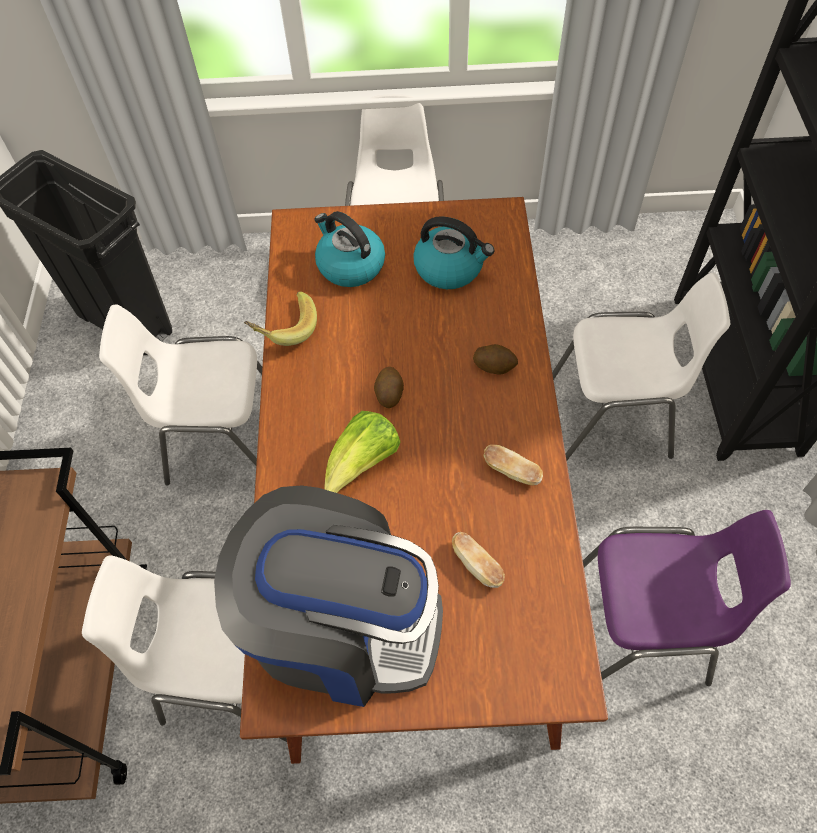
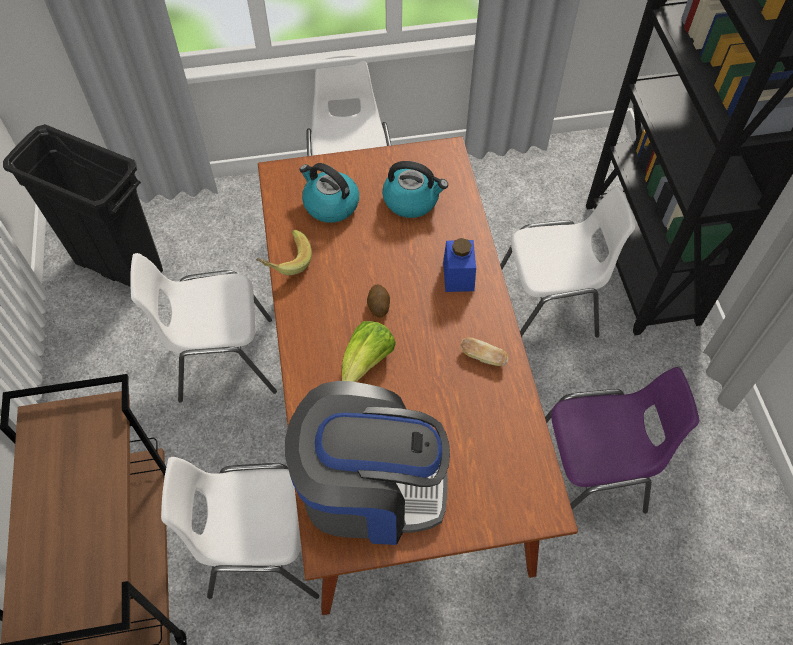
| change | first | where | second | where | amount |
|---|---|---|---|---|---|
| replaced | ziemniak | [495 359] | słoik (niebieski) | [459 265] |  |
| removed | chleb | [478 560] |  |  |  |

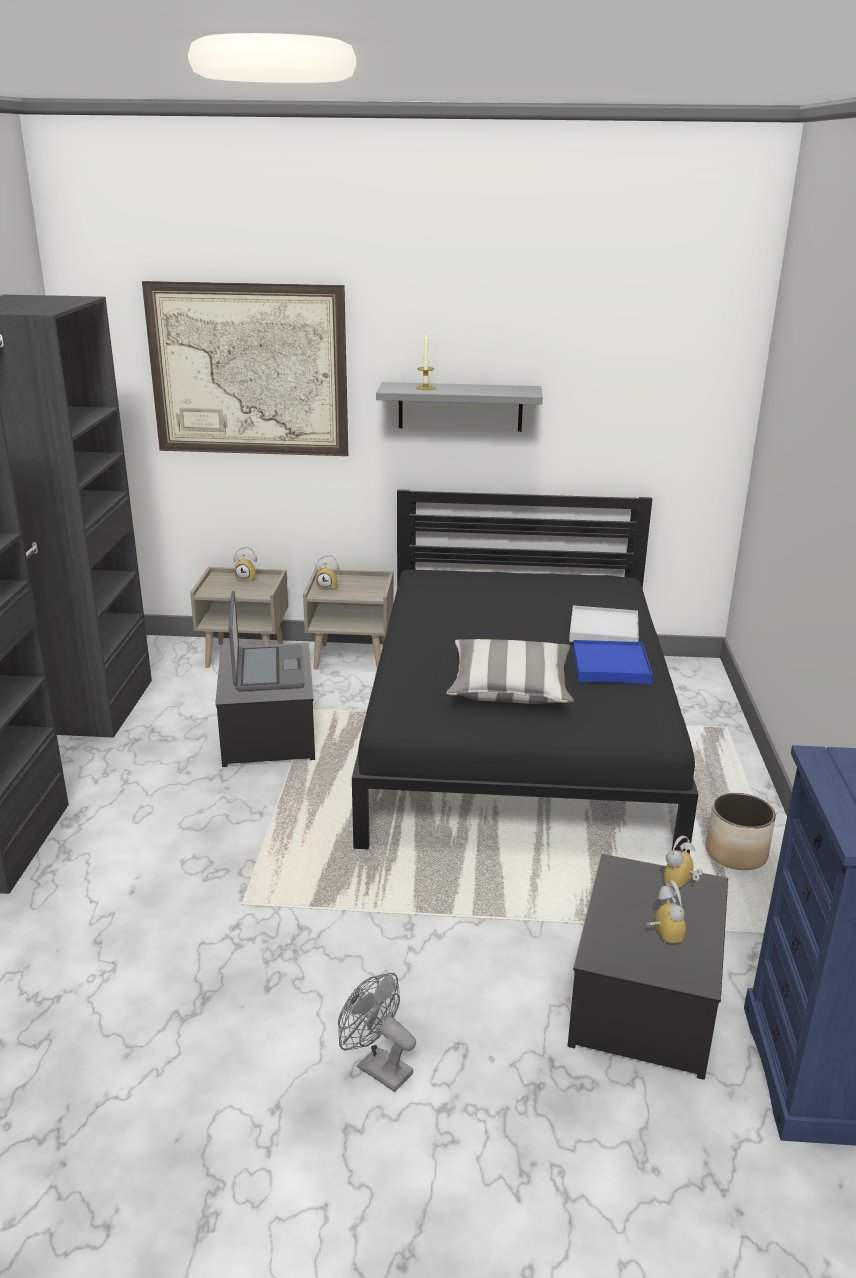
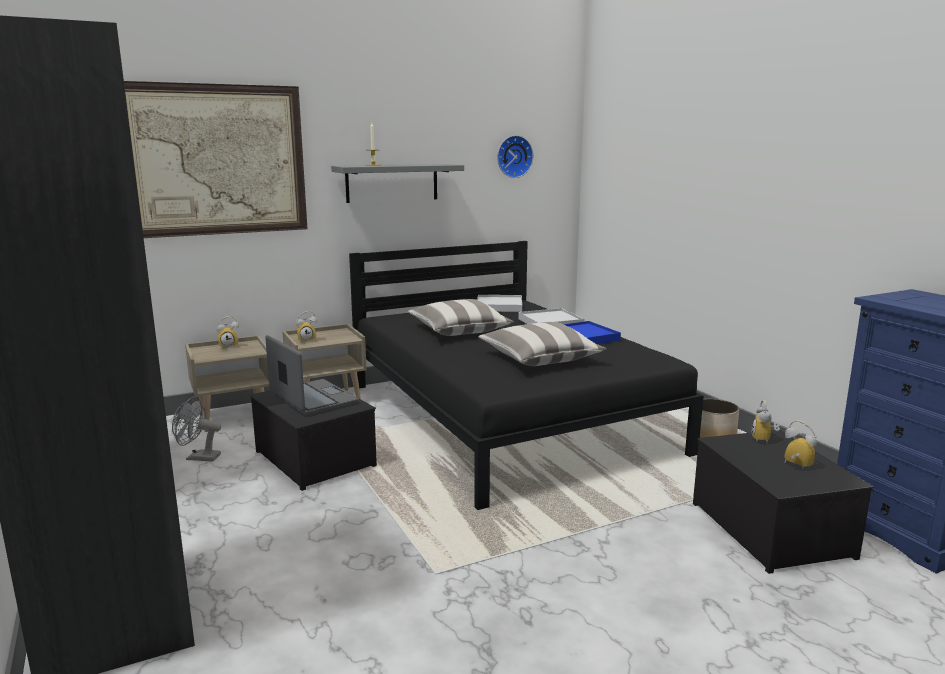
| change | first | where | second | where | amount |
|---|---|---|---|---|---|
| moved | wentylator (szary) | [377 1032] |  | [196 429] |  |
| added |  |  | zegar ścienny | [515 156] |  |
| added |  |  | taca (biały) | [499 303] |  |
| added |  |  | poduszka | [461 317] |  |

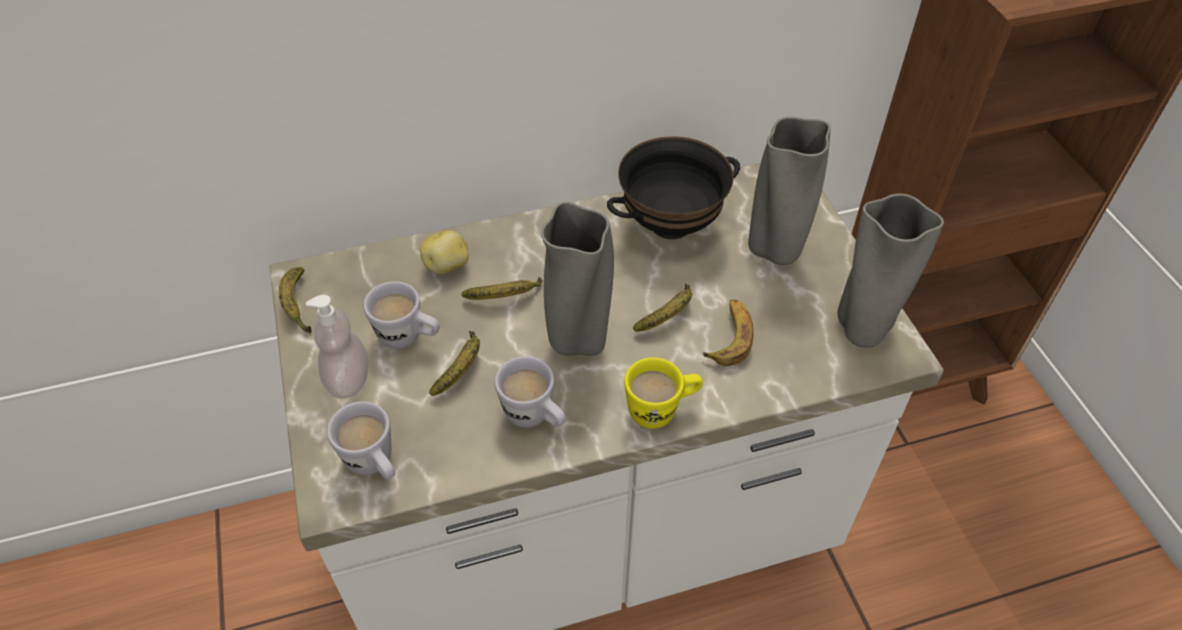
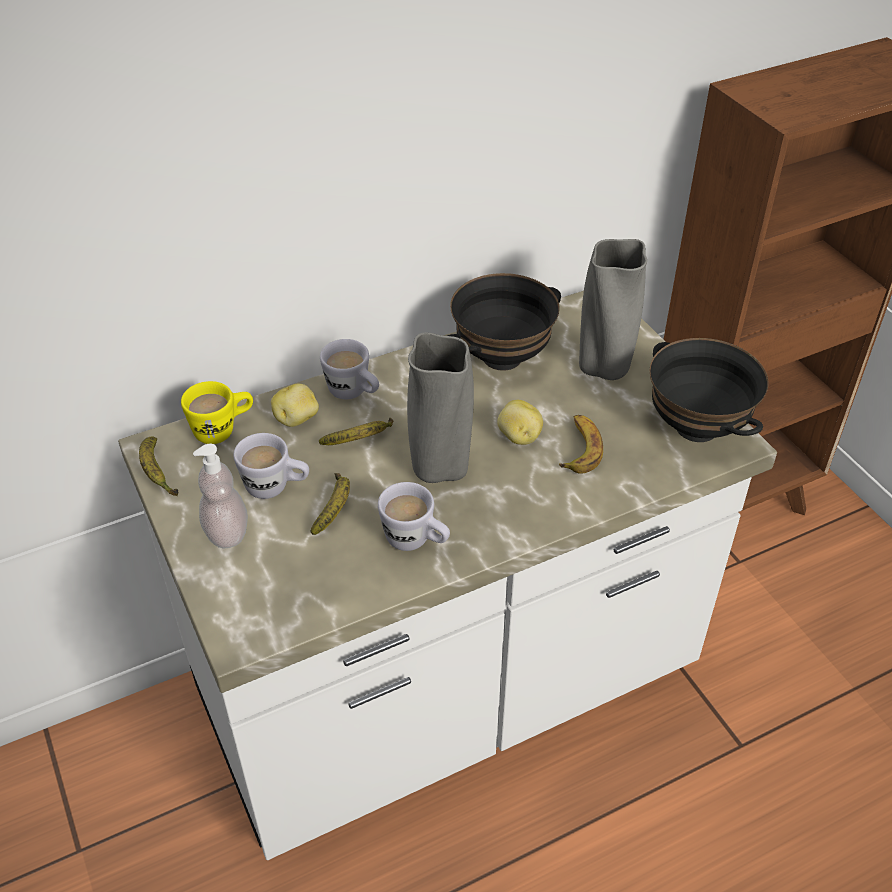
| change | first | where | second | where | amount |
|---|---|---|---|---|---|
| replaced | wazon (szary) | [890 270] | miska (czarny) | [709 390] |  |
| replaced | banan | [663 308] | ziemniak | [520 422] |  |
| moved | kubek (żółty) | [663 393] |  | [217 412] |  |
| moved | kubek (biały) | [361 440] |  | [349 369] |  |

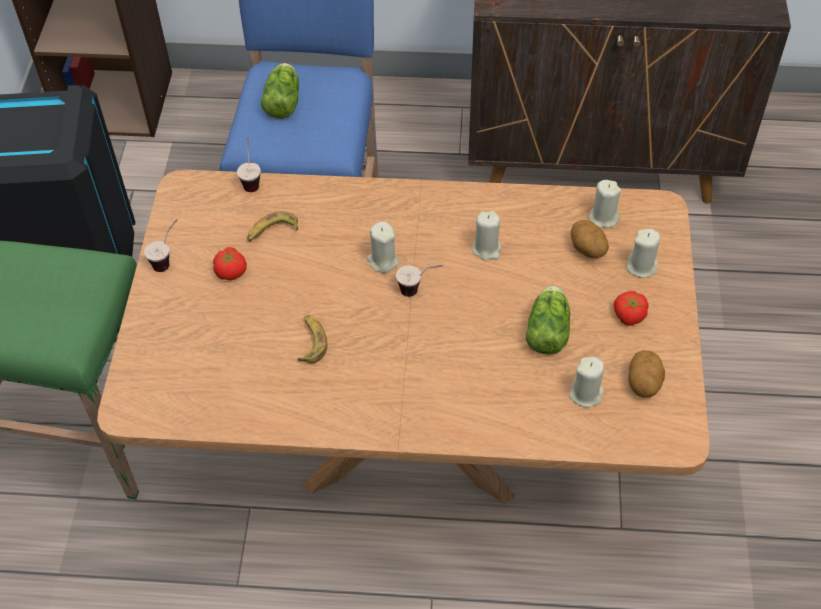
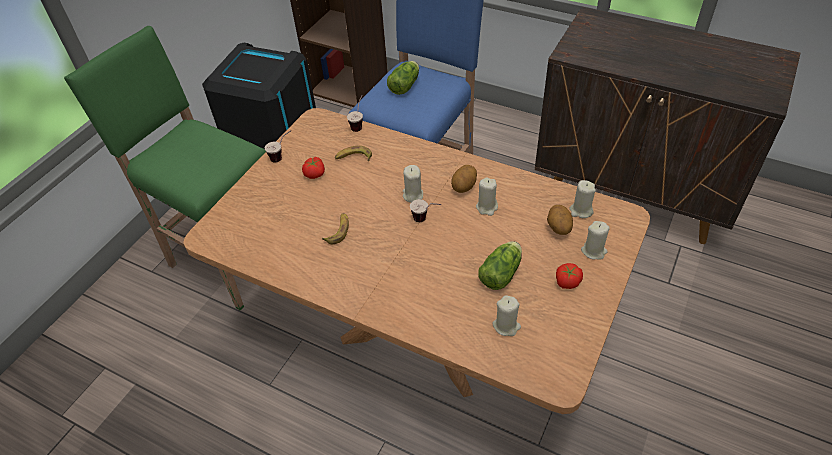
| change | first | where | second | where | amount |
|---|---|---|---|---|---|
| moved | ziemniak | [646 374] |  | [464 179] |  |

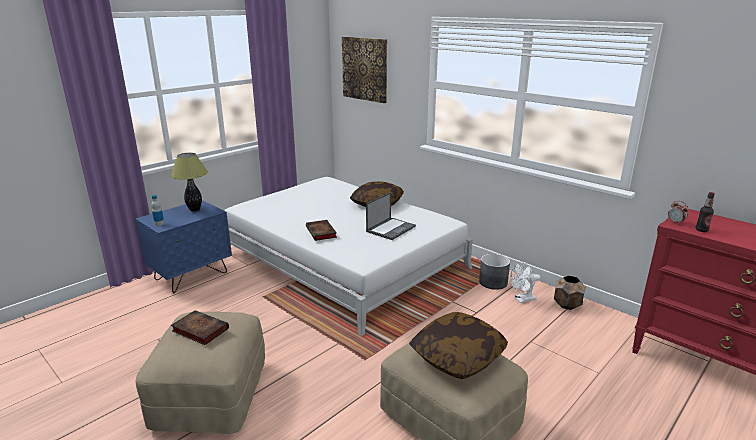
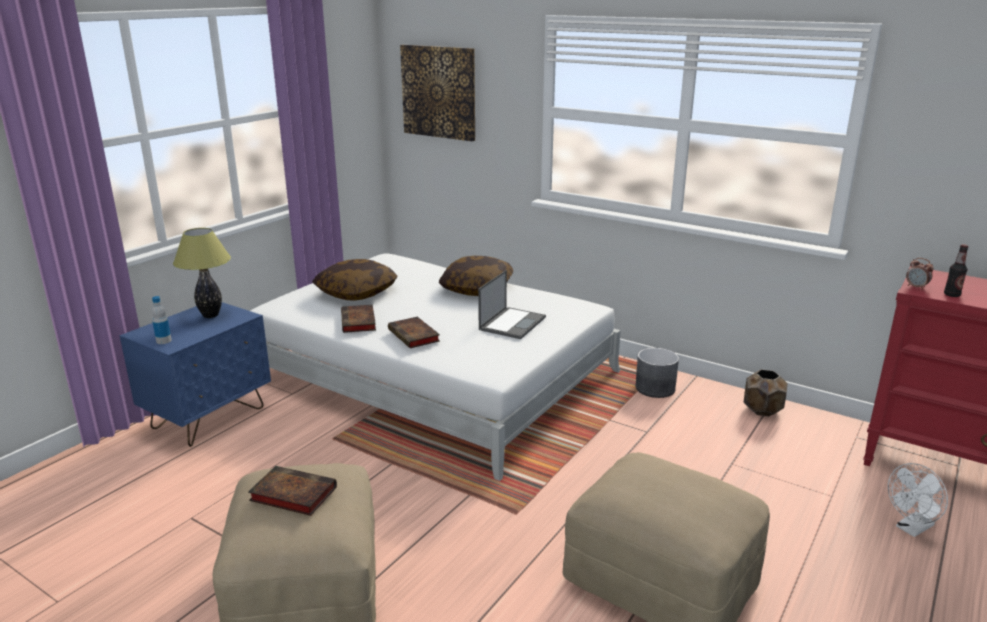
| change | first | where | second | where | amount |
|---|---|---|---|---|---|
| moved | wentylator (biały) | [525 282] |  | [918 500] |  |
| moved | poduszka | [458 345] |  | [355 280] |  |
| added |  |  | książka | [358 319] |  |

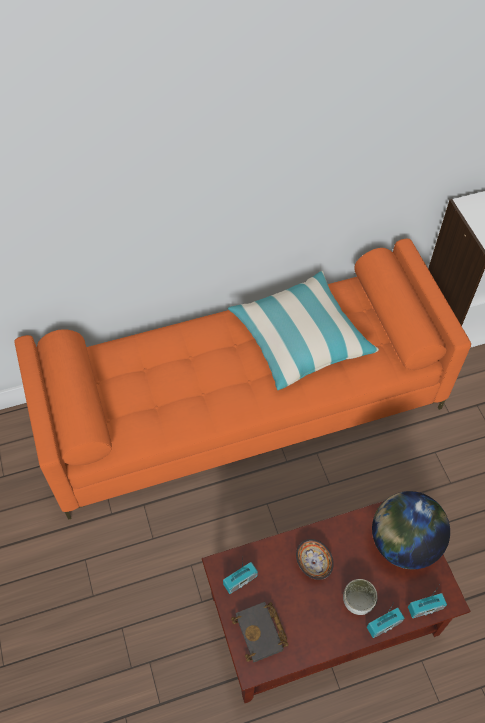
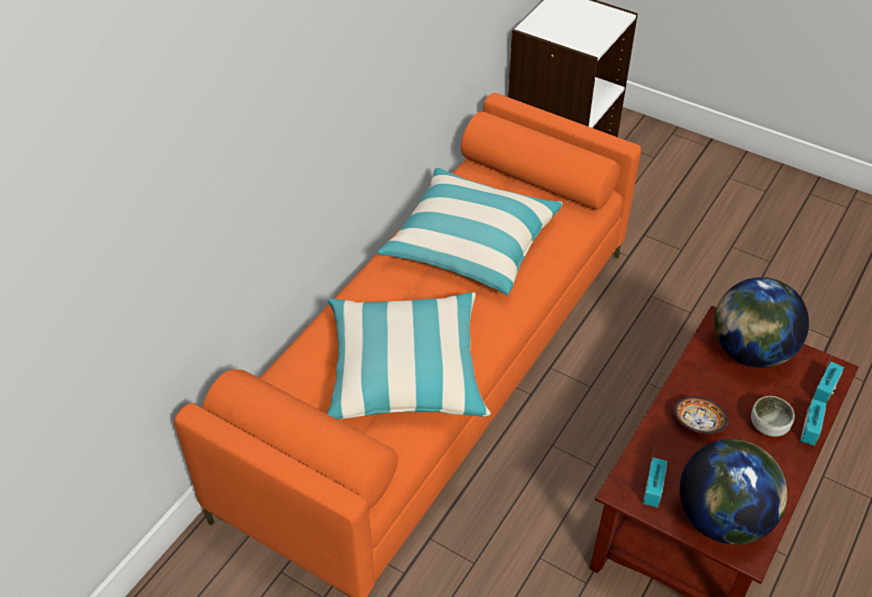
| change | first | where | second | where | amount |
|---|---|---|---|---|---|
| replaced | książka (czarny) | [260 632] | globus | [733 492] |  |
| added |  |  | poduszka | [409 355] |  |

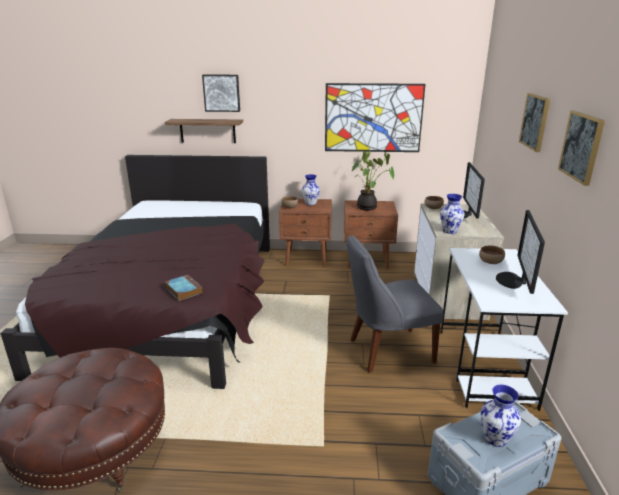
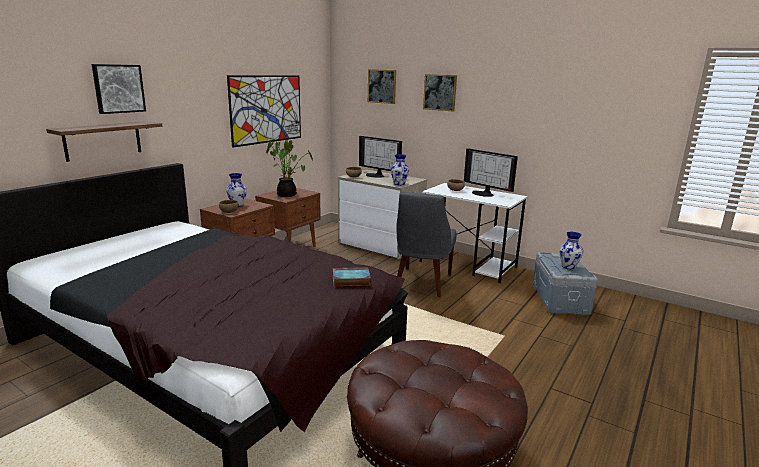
| change | first | where | second | where | amount |
|---|---|---|---|---|---|
| moved | obraz | [581 148] |  | [382 86] |  |

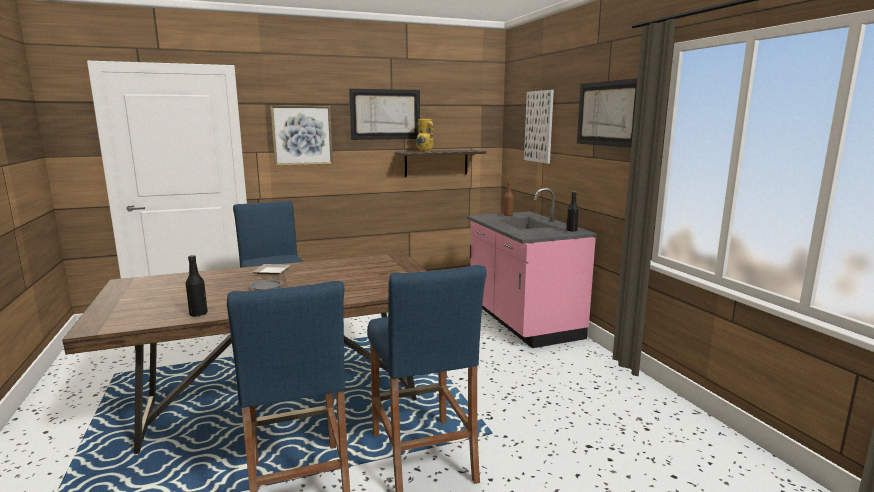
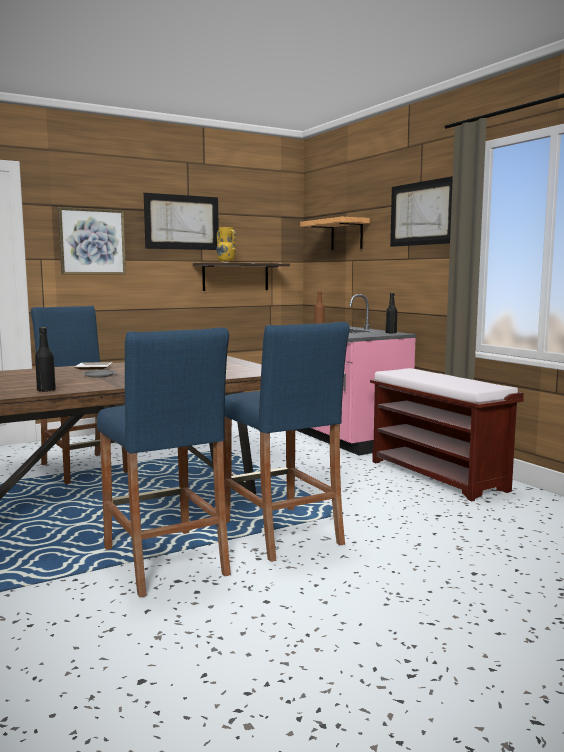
| change | first | where | second | where | amount |
|---|---|---|---|---|---|
| replaced | obraz | [539 127] | półka | [335 233] |  |
| added |  |  | ławka (brązowy) | [447 434] |  |

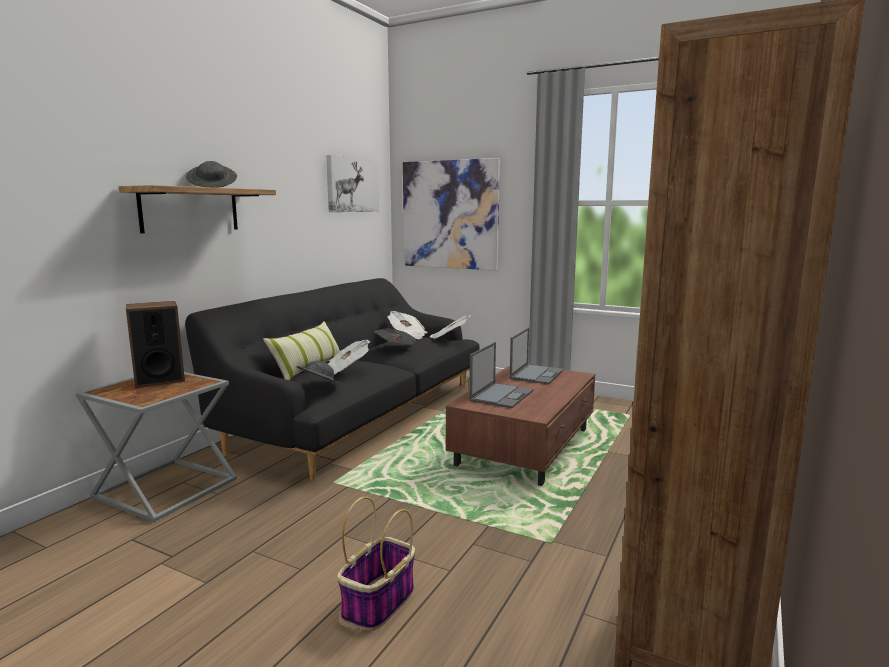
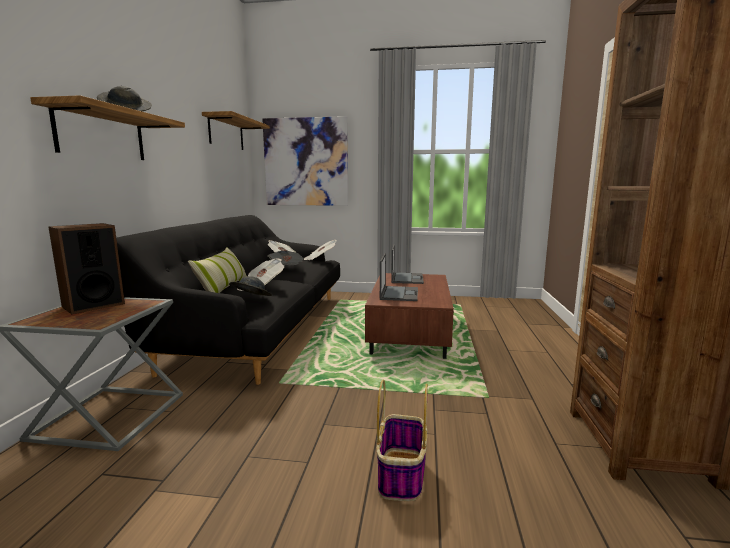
| change | first | where | second | where | amount |
|---|---|---|---|---|---|
| replaced | obraz | [352 183] | półka | [236 130] |  |

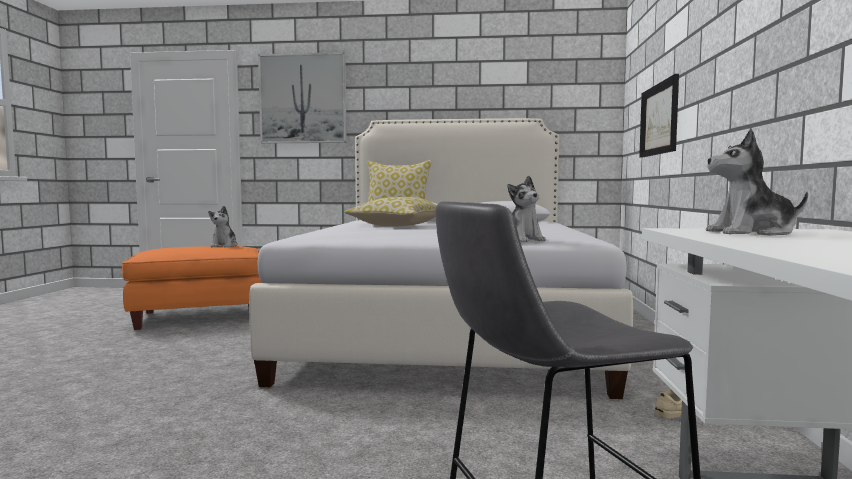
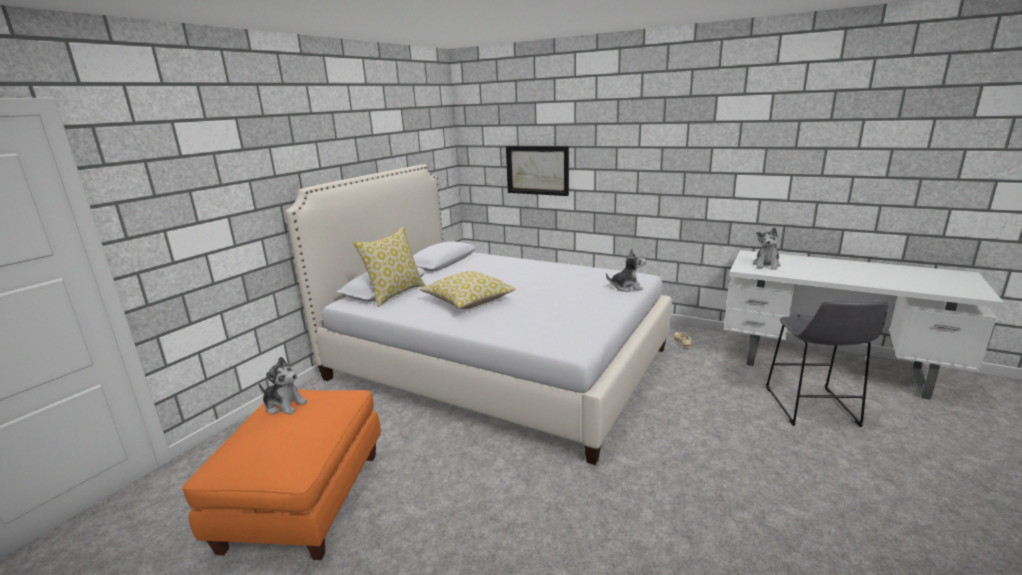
| change | first | where | second | where | amount |
|---|---|---|---|---|---|
| removed | obraz | [302 98] |  |  |  |

